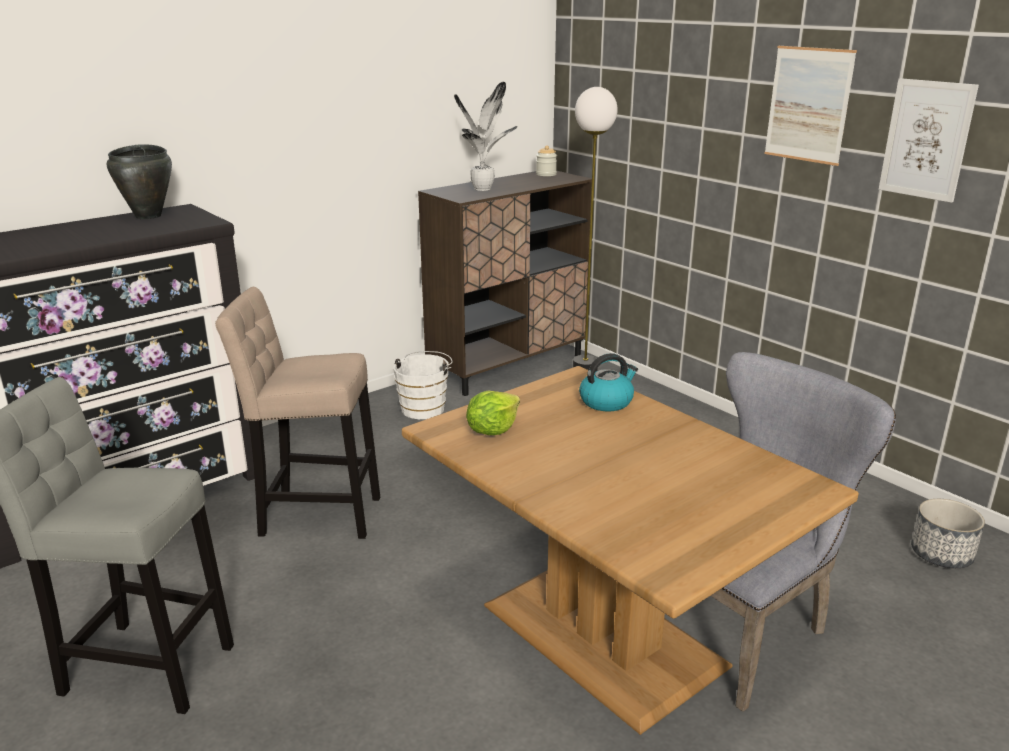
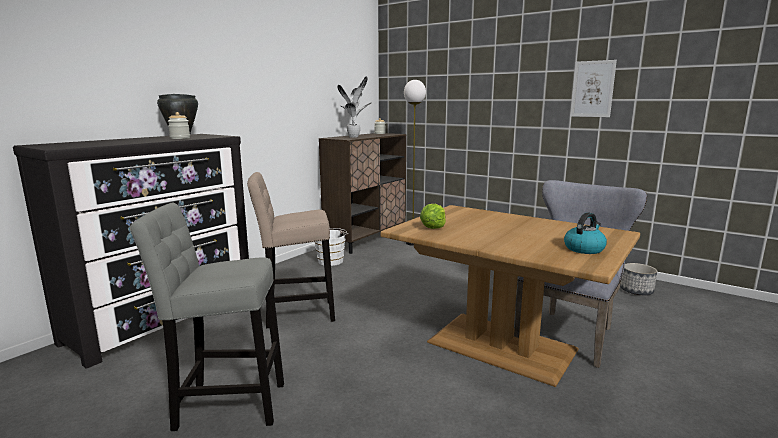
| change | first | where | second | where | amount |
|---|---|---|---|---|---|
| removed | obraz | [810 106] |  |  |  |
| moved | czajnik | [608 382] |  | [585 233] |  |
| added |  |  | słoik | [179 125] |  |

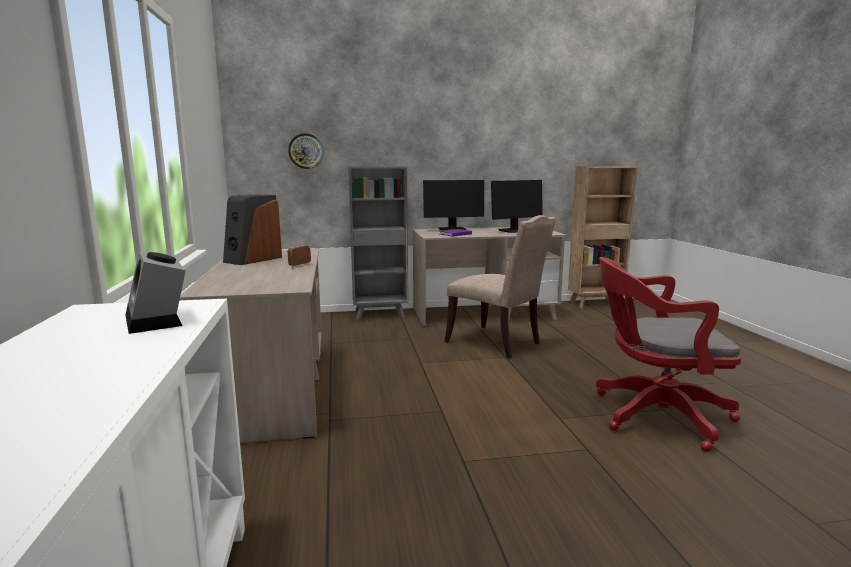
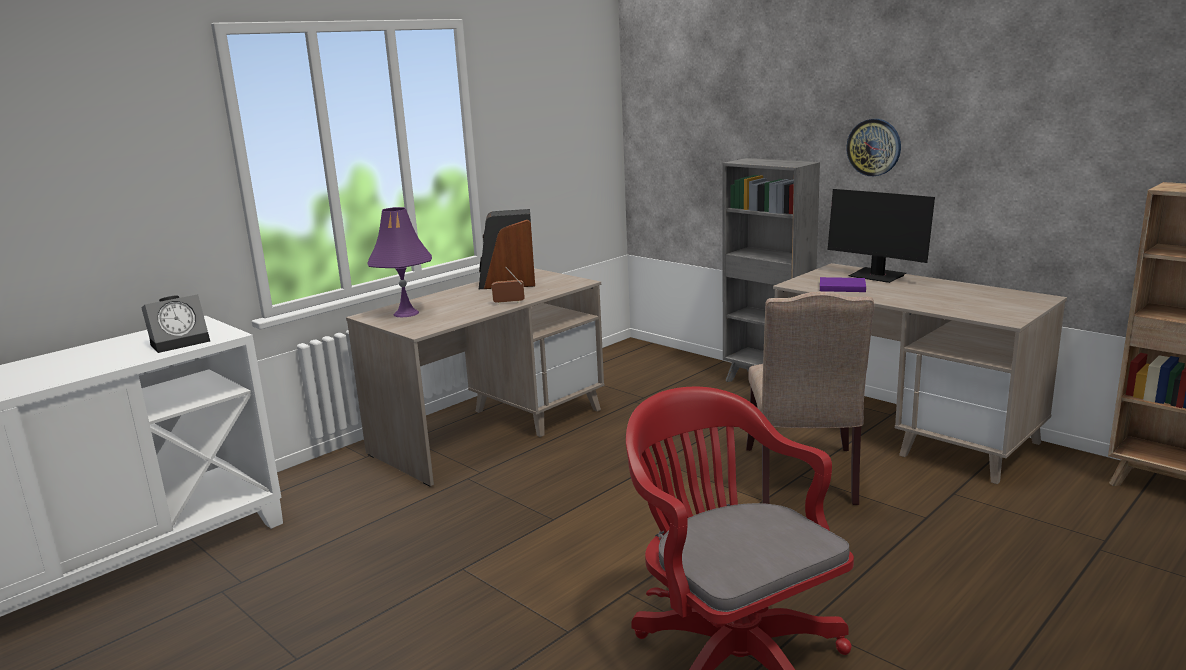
| change | first | where | second | where | amount |
|---|---|---|---|---|---|
| moved | zegar ścienny | [306 151] |  | [873 147] |  |
| removed | monitor | [517 206] |  |  |  |
| turned | budzik | [155 292] |  | [176 323] | 150 degrees counterclockwise |
| added |  |  | lampa stołowa (fioletowy) | [399 262] |  |

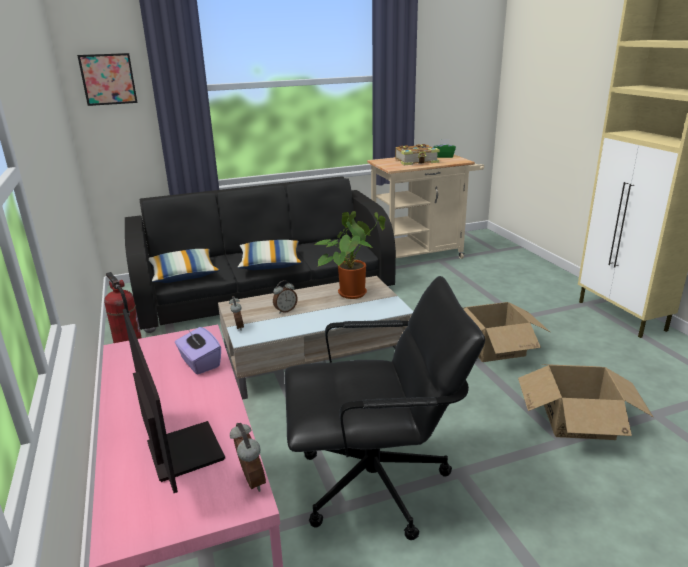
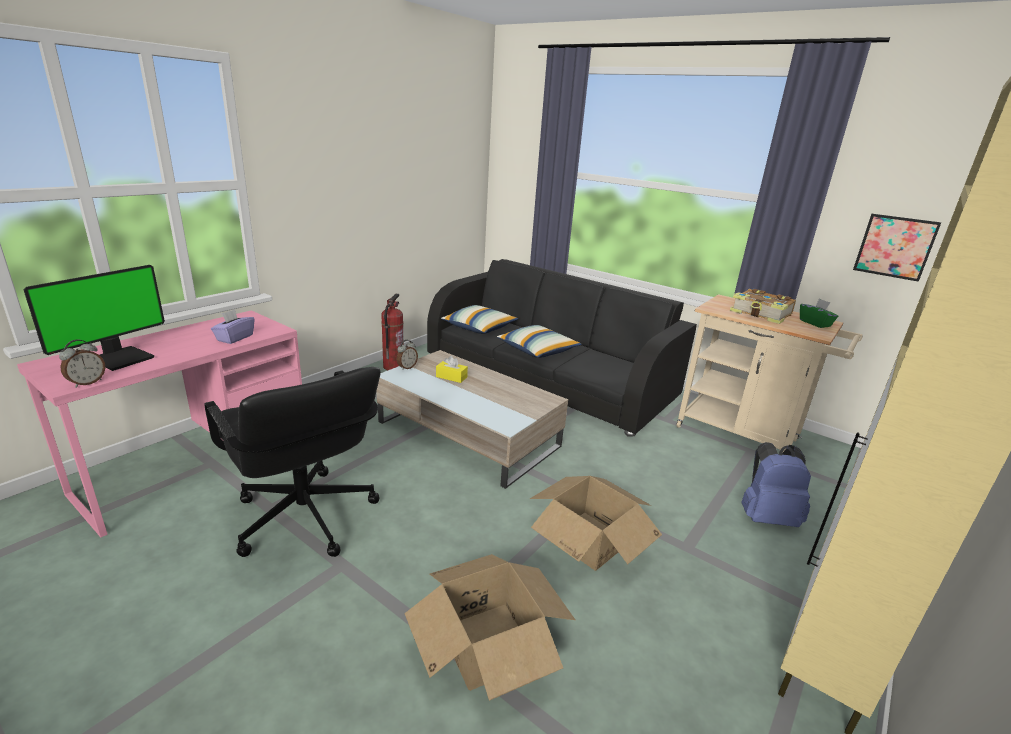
| change | first | where | second | where | amount |
|---|---|---|---|---|---|
| moved | obraz | [107 79] |  | [897 248] |  |
| removed | roślina doniczkowa | [349 255] |  |  |  |
| replaced | budzik | [285 296] | pudełko chusteczek (żółty) | [452 369] |  |
| added |  |  | plecak (niebieski) | [776 484] |  |

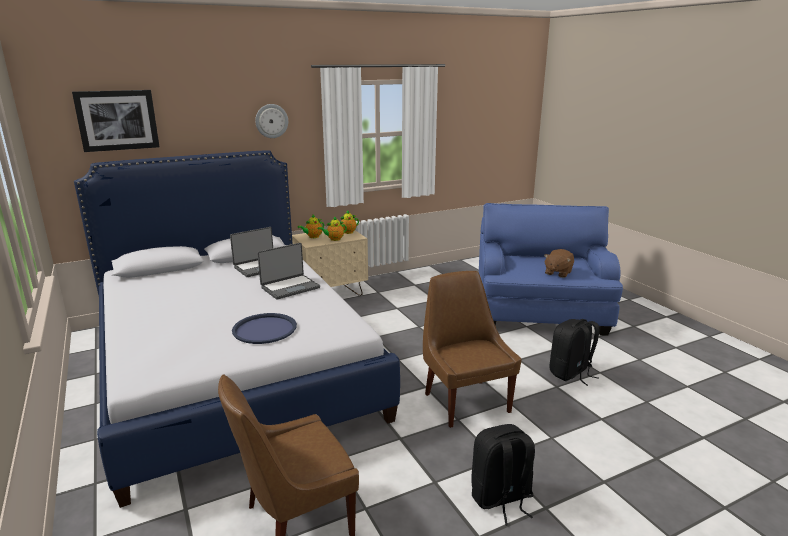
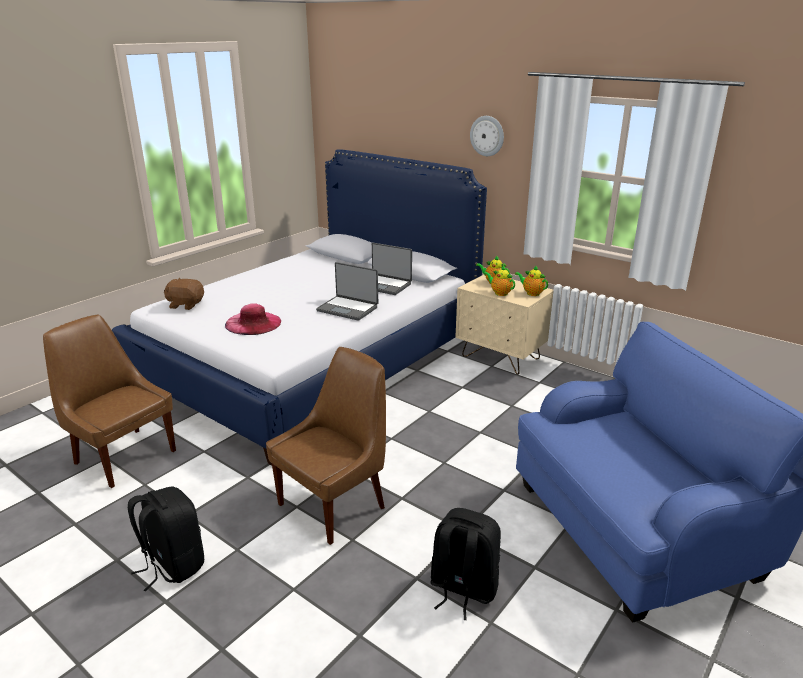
| change | first | where | second | where | amount |
|---|---|---|---|---|---|
| removed | obraz | [116 121] |  |  |  |
| moved | pluszak (brązowy) | [559 263] |  | [184 294] |  |
| replaced | taca (niebieski) | [264 328] | kapelusz (różowy) | [253 319] |  |

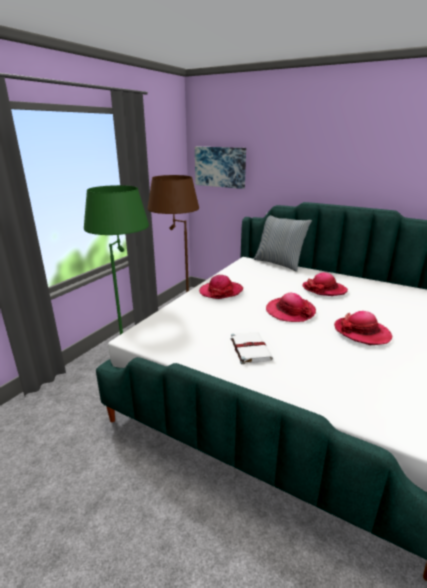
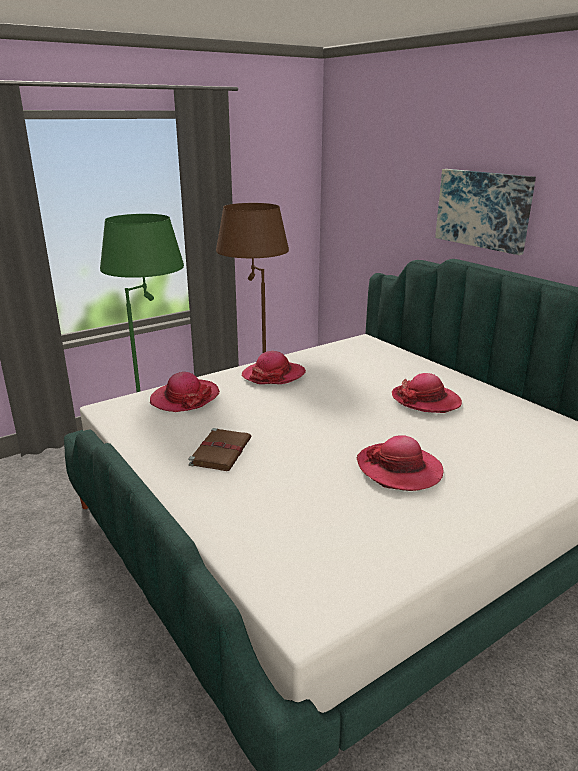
| change | first | where | second | where | amount |
|---|---|---|---|---|---|
| moved | obraz | [220 168] |  | [485 212] |  |
| removed | poduszka | [283 242] |  |  |  |
| moved | kapelusz | [291 307] |  | [185 392] |  |
| recoloured | książka (biały) | [252 348] | książka (brązowy) | [219 449] |  |

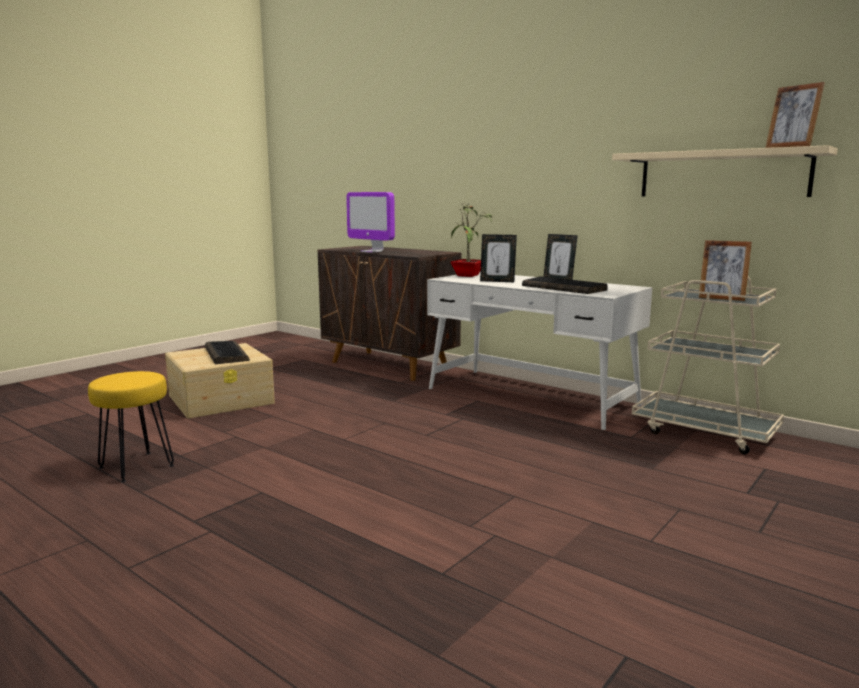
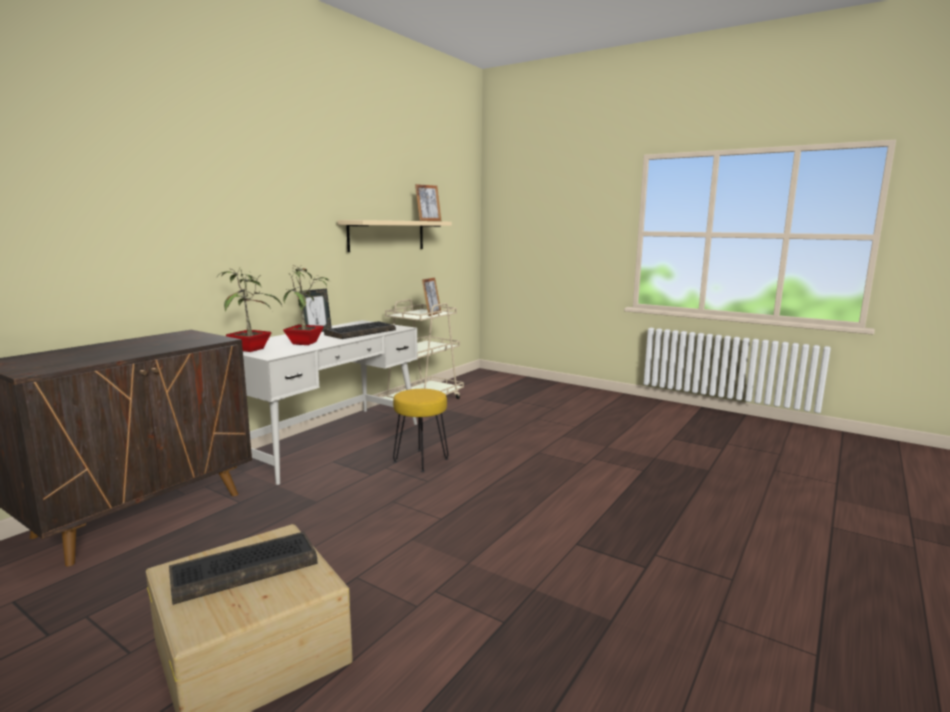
| change | first | where | second | where | amount |
|---|---|---|---|---|---|
| removed | monitor | [370 222] |  |  |  |
| replaced | ramka na zdjęcie | [498 258] | roślina doniczkowa | [306 305] |  |
| moved | stołek (żółty) | [131 427] |  | [421 430] |  |

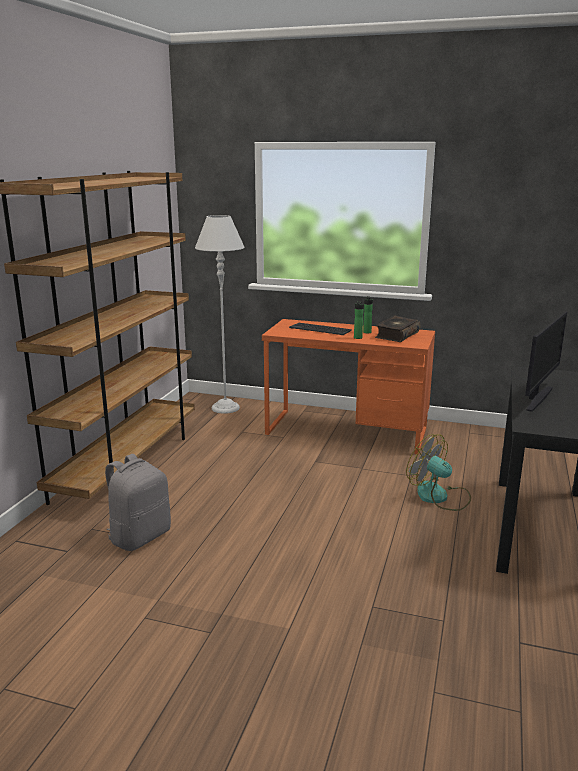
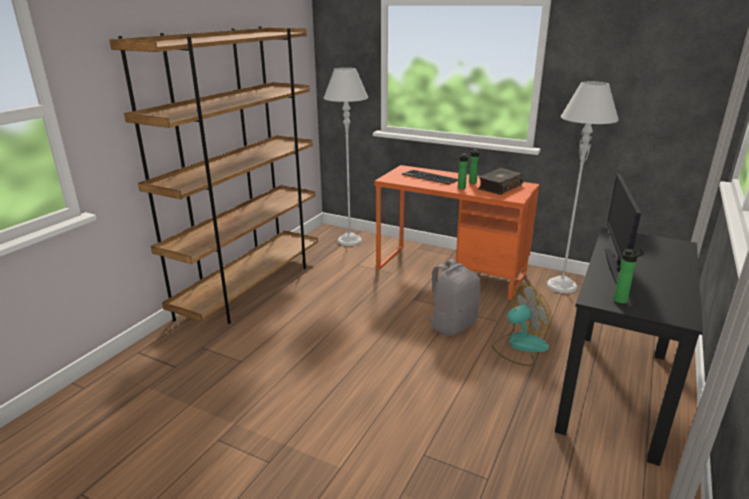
| change | first | where | second | where | amount |
|---|---|---|---|---|---|
| turned | monitor | [546 361] |  | [623 229] | 150 degrees clockwise |
| turned | wentylator | [438 472] |  | [522 325] | 105 degrees clockwise |
| moved | plecak (szary) | [138 502] |  | [453 297] |  |
| added |  |  | lampa stojąca (szary) | [583 187] |  |
| added |  |  | butelka | [629 276] |  |

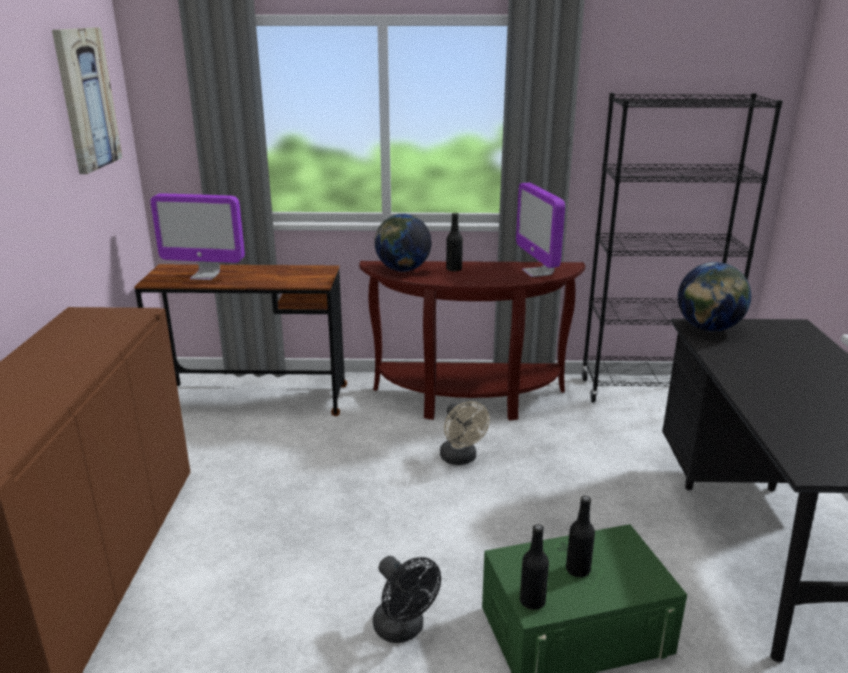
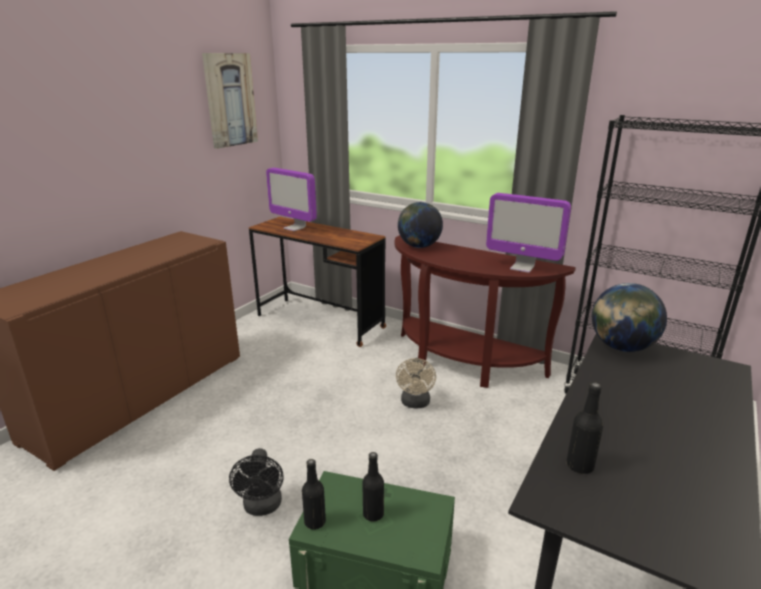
| change | first | where | second | where | amount |
|---|---|---|---|---|---|
| turned | monitor | [540 229] |  | [528 233] | 75 degrees counterclockwise |
| moved | butelka (czarny) | [454 242] |  | [584 428] |  |

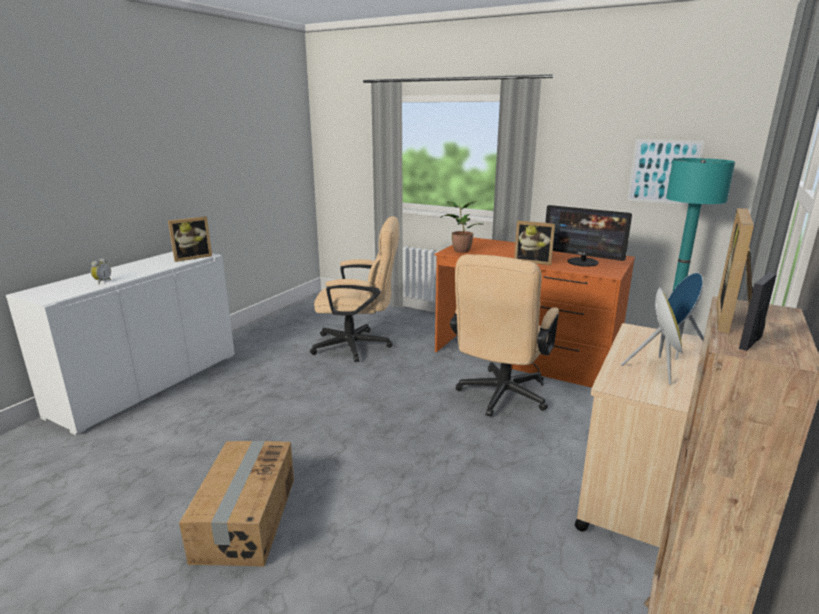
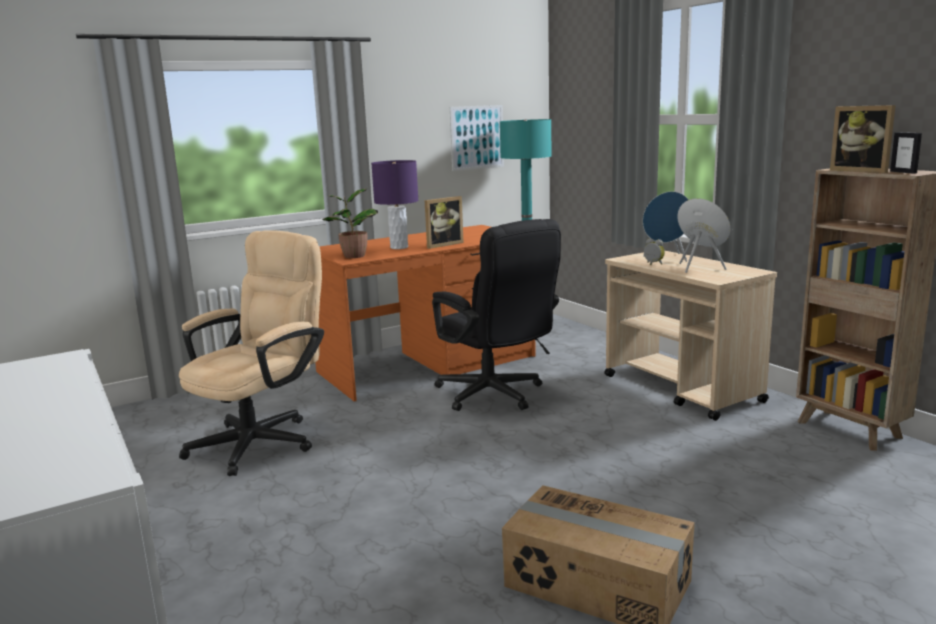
| change | first | where | second | where | amount |
|---|---|---|---|---|---|
| removed | monitor | [588 236] |  |  |  |
| removed | ramka na zdjęcie | [190 239] |  |  |  |
| recoloured | krzesło biurowe (beżowy) | [504 335] | krzesło biurowe (czarny) | [496 315] |  |
| moved | budzik | [101 271] |  | [654 251] |  |
| added |  |  | lampa stołowa (fioletowy) | [394 204] |  |

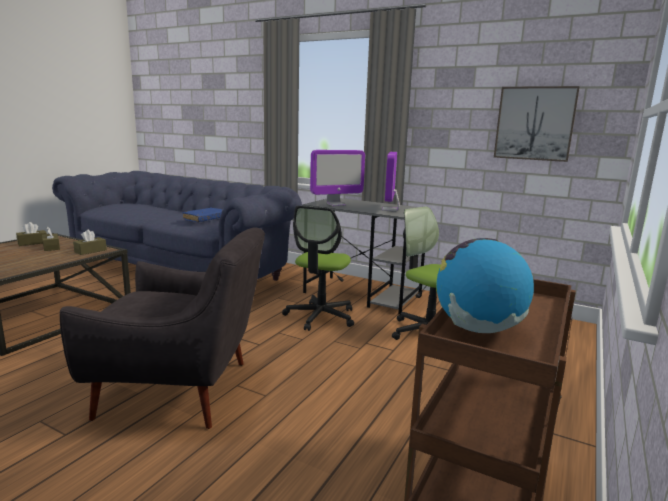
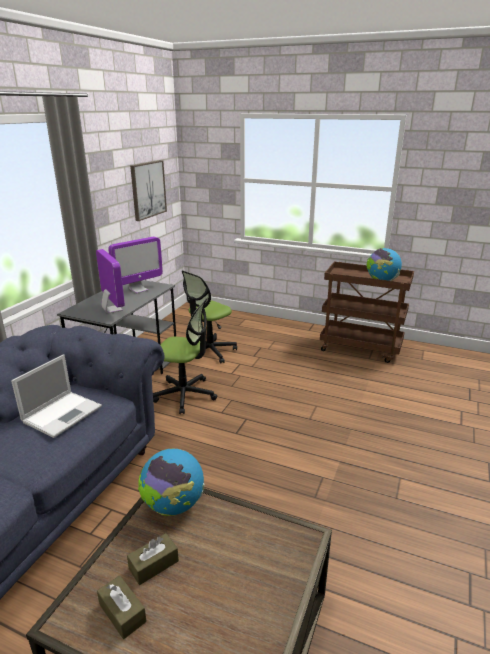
| change | first | where | second | where | amount |
|---|---|---|---|---|---|
| turned | monitor | [391 181] |  | [135 265] | 45 degrees counterclockwise |
| replaced | książka (niebieski) | [203 215] | laptop | [56 396] |  |
| removed | fotel (szary) | [162 328] |  |  |  |
| replaced | pudełko chusteczek (brązowy) | [90 242] | globus | [171 482] |  |

